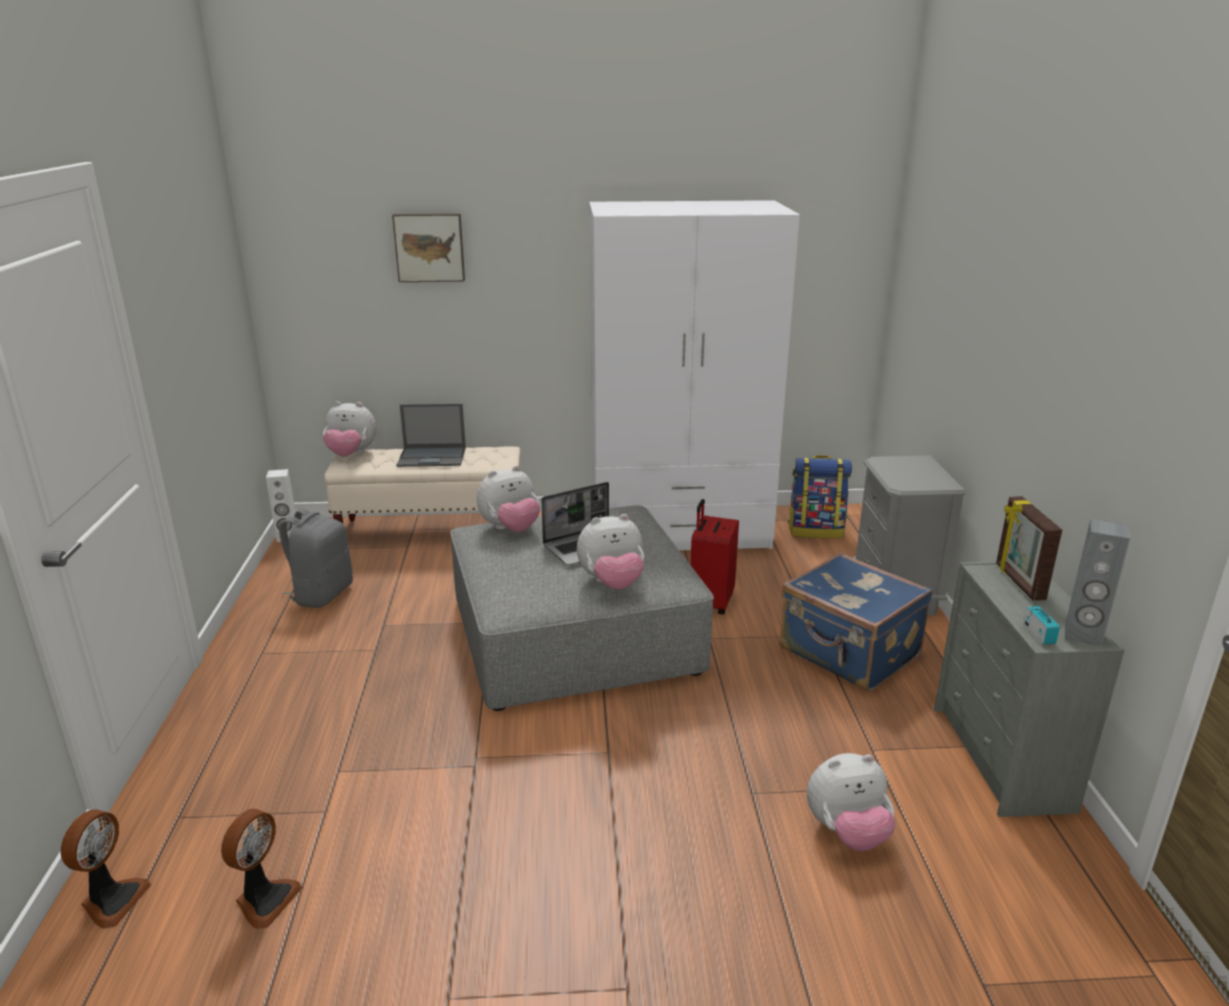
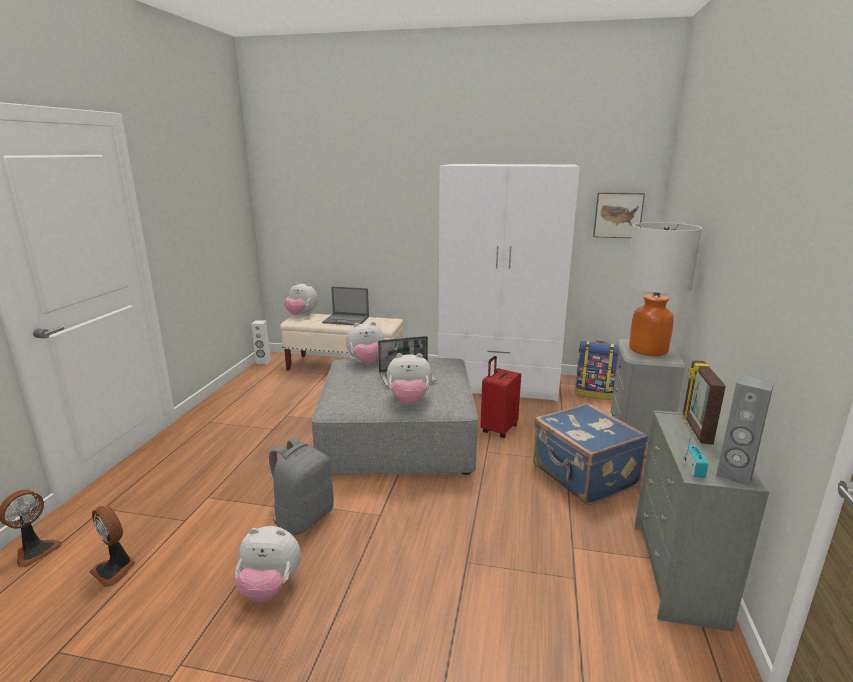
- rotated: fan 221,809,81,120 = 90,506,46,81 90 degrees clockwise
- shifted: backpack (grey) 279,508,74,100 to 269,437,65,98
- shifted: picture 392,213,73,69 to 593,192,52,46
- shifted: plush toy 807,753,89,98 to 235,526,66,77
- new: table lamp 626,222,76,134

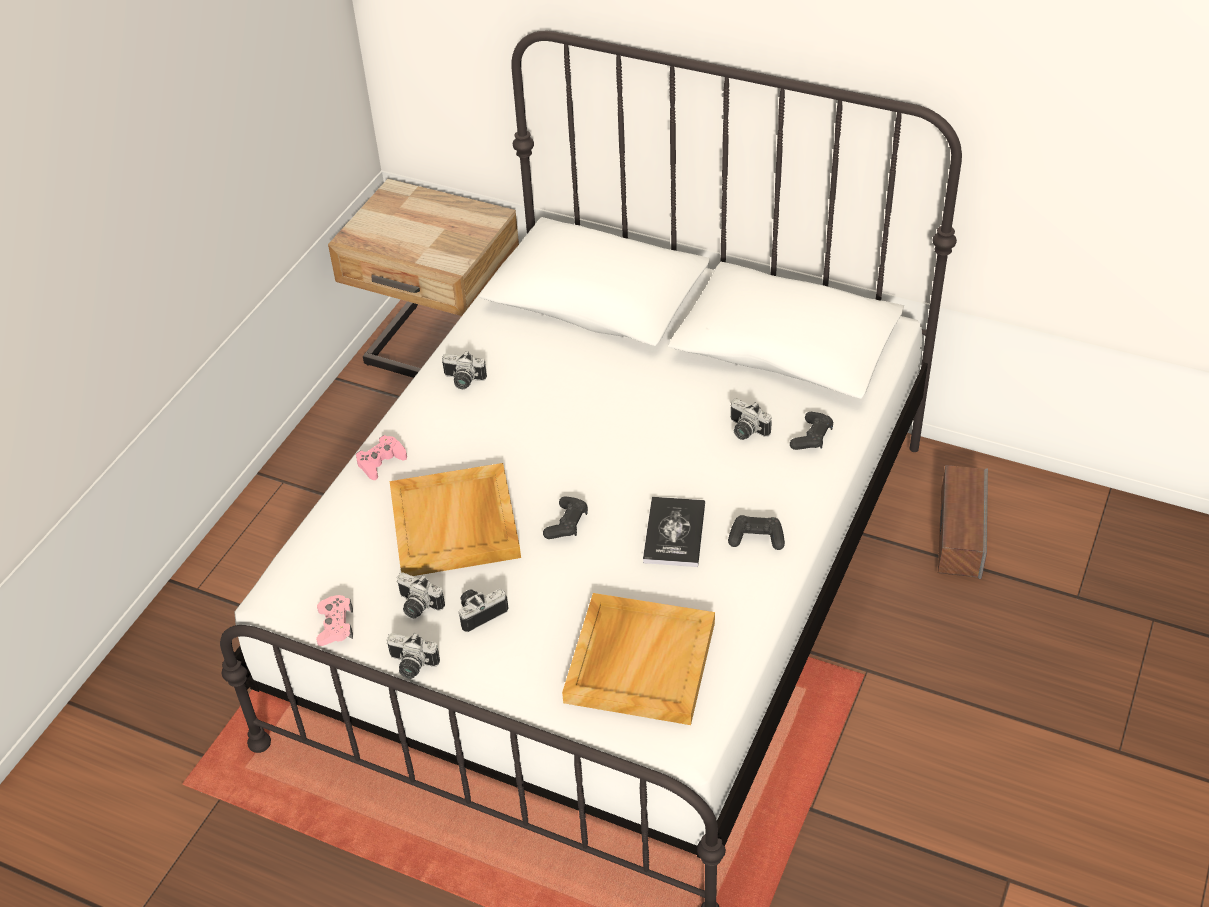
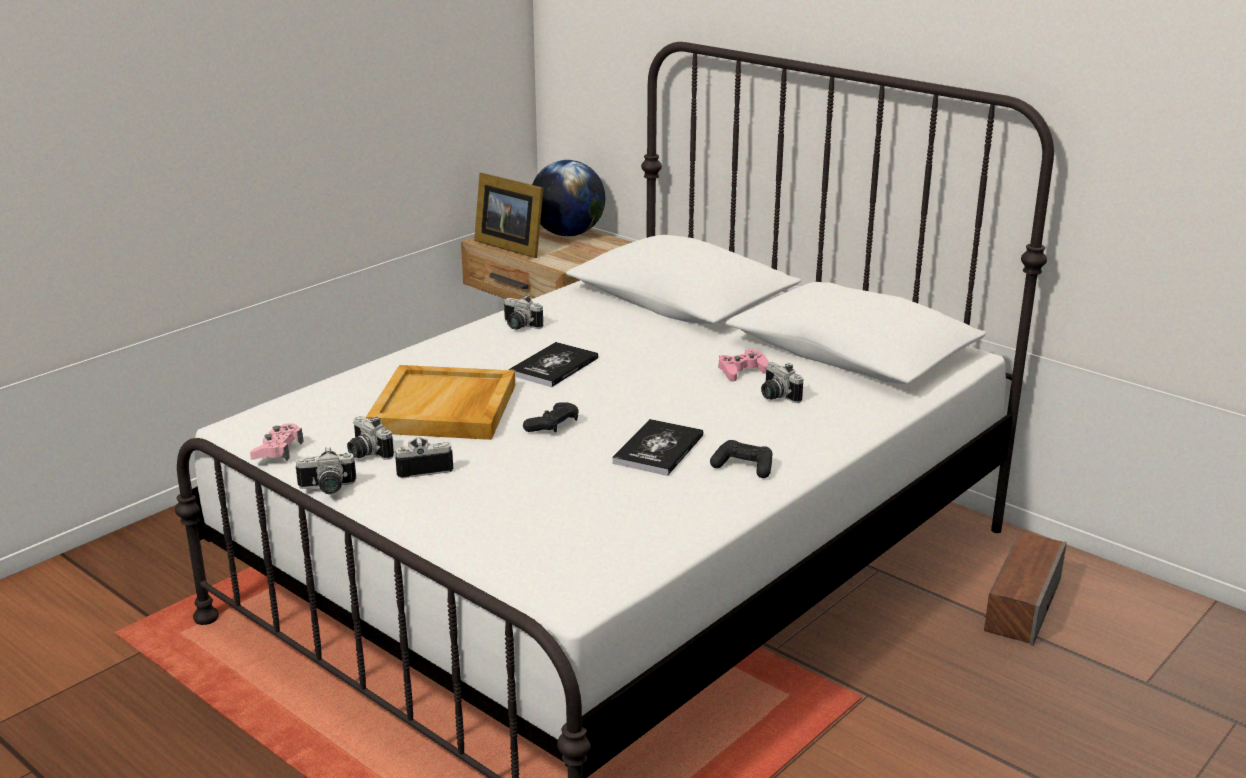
- shifted: game controller (pink) 356,435,51,45 to 719,349,50,32
- rotated: photo camera 387,633,53,46 = 296,447,60,47 45 degrees counterclockwise
- gone: tray (beige) 562,593,153,132
- gone: game controller (black) 790,412,43,38
- new: picture frame 474,173,69,85
- new: book 508,342,90,45
- new: globe 532,160,73,76

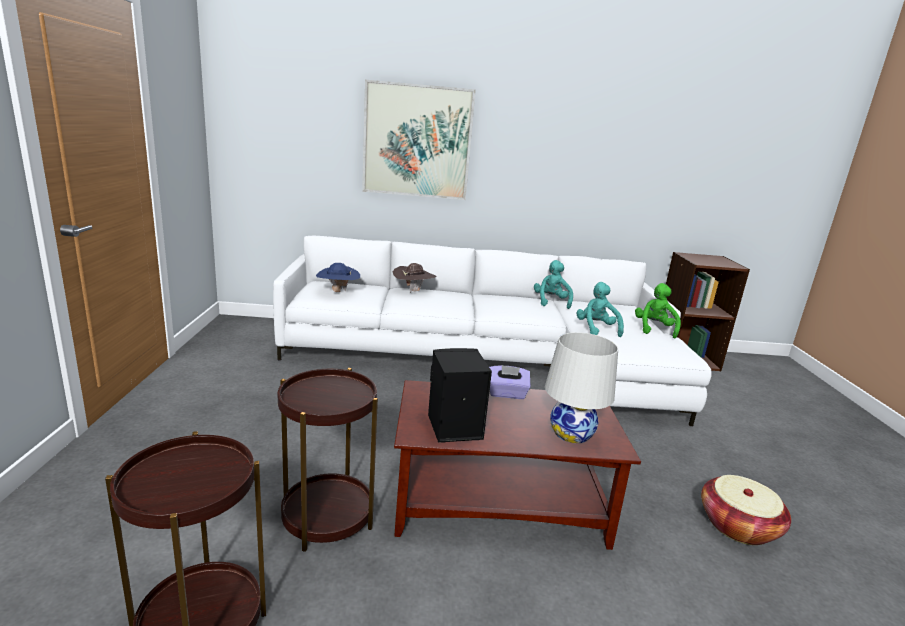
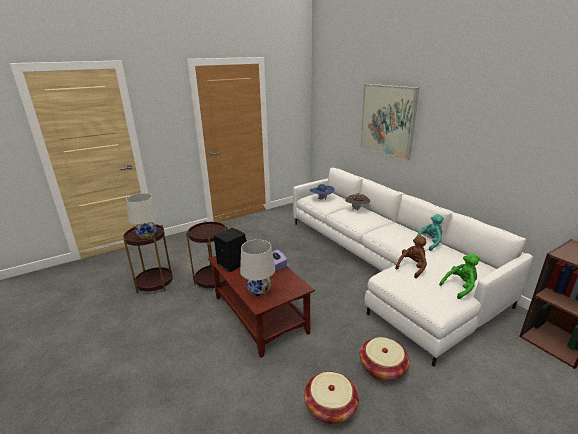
- repainted: plush toy (turquoise) 576,282,48,55 to plush toy (brown) 395,235,32,43
- new: table lamp (white) 126,193,33,46
- new: basket 360,337,50,45

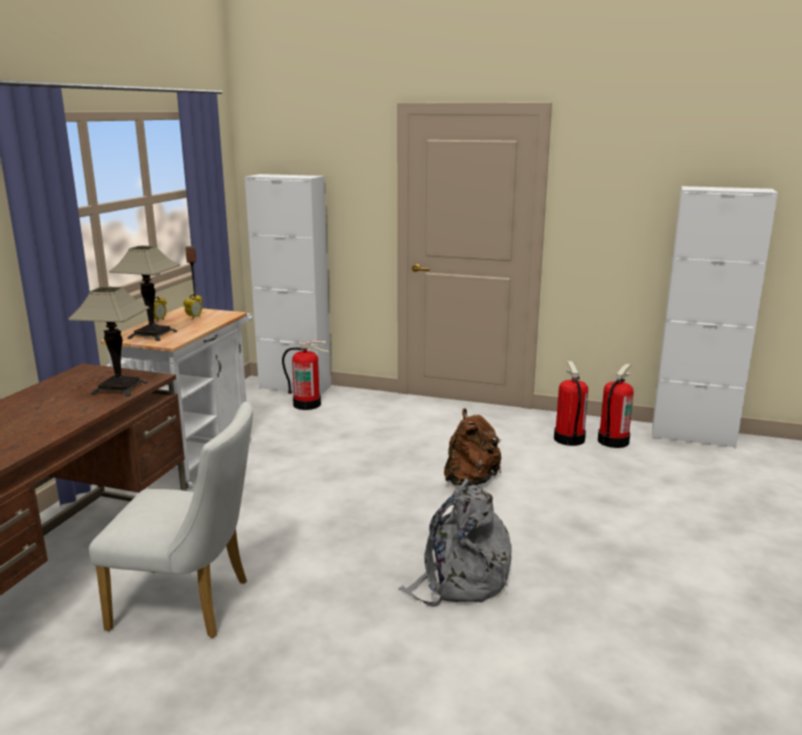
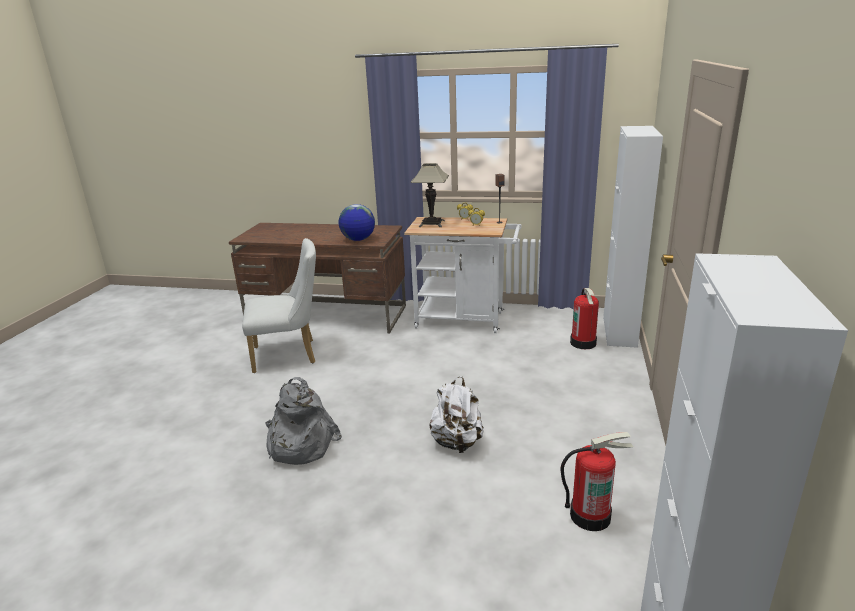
- swapped: table lamp 68,286,82,111 to globe 339,204,36,37
- rotated: chair (white) 89,402,164,236 = 242,238,74,135 105 degrees counterclockwise
- repainted: backpack (brown) 444,408,57,78 to backpack (white) 429,376,55,77
- gone: fire extinguisher 598,364,36,84

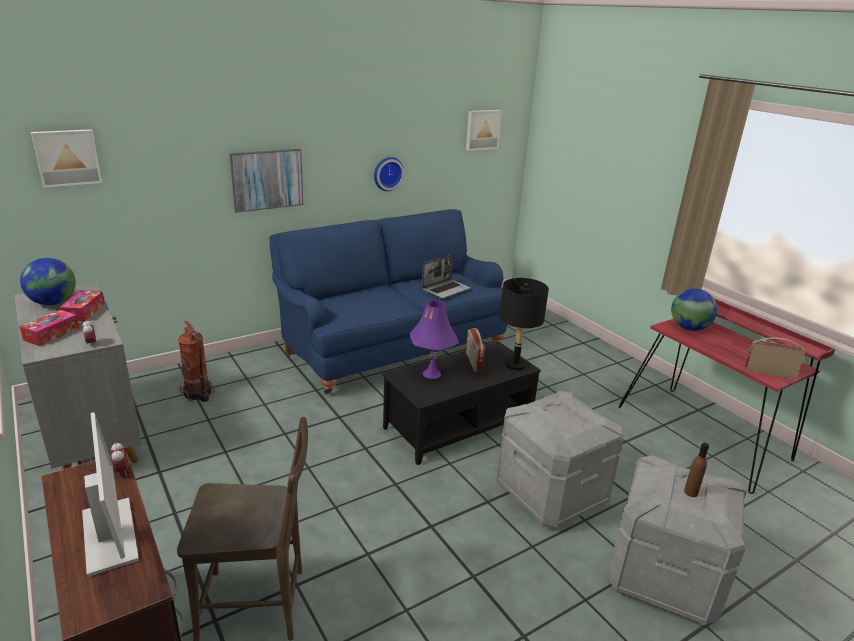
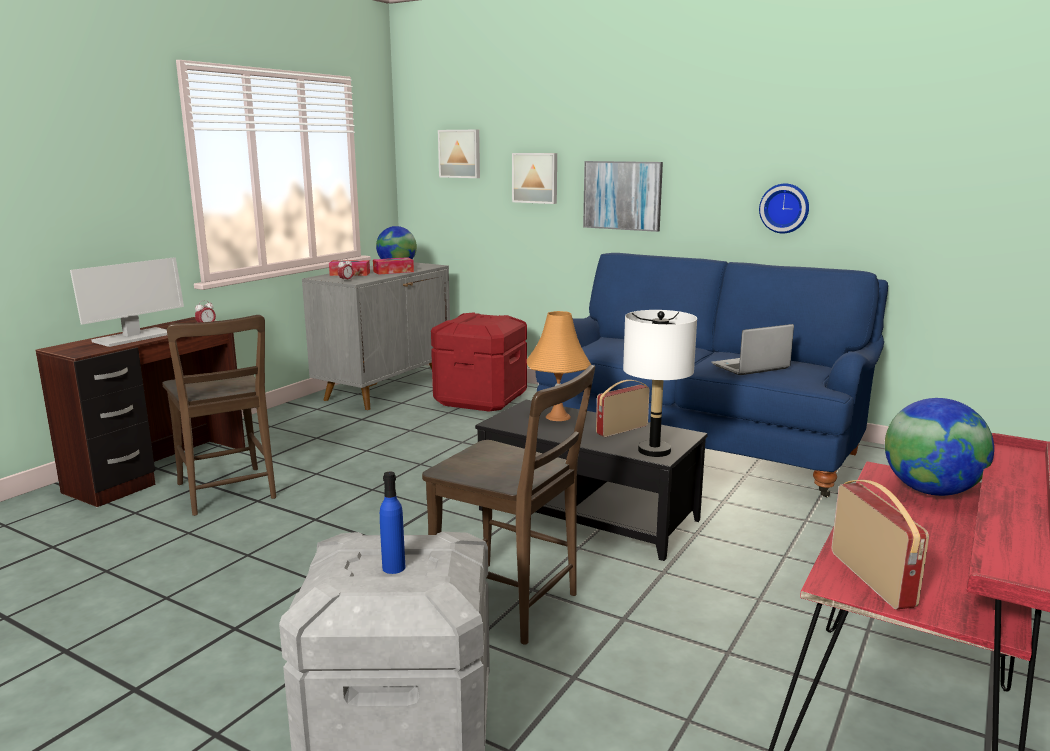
- swapped: fire extinguisher 178,321,36,81 to storage box (red) 431,312,96,99
- repainted: table lamp (purple) 410,300,49,79 to table lamp (orange) 527,311,64,110
- rotated: laptop 422,254,49,44 = 712,324,82,51 135 degrees clockwise
- shifted: picture 466,110,36,41 to 512,153,45,51
- swapped: storage box (grey) 497,391,127,137 to chair (brown) 422,365,173,280
- repainted: table lamp (black) 500,278,49,93 to table lamp (white) 623,310,74,147
- repainted: bottle (brown) 684,442,25,55 to bottle (blue) 380,472,25,102

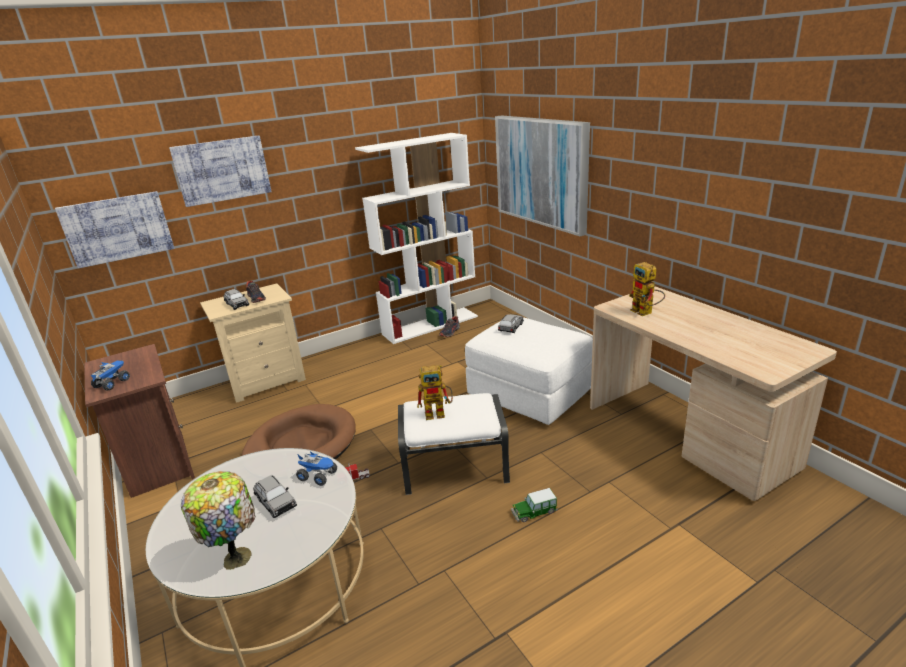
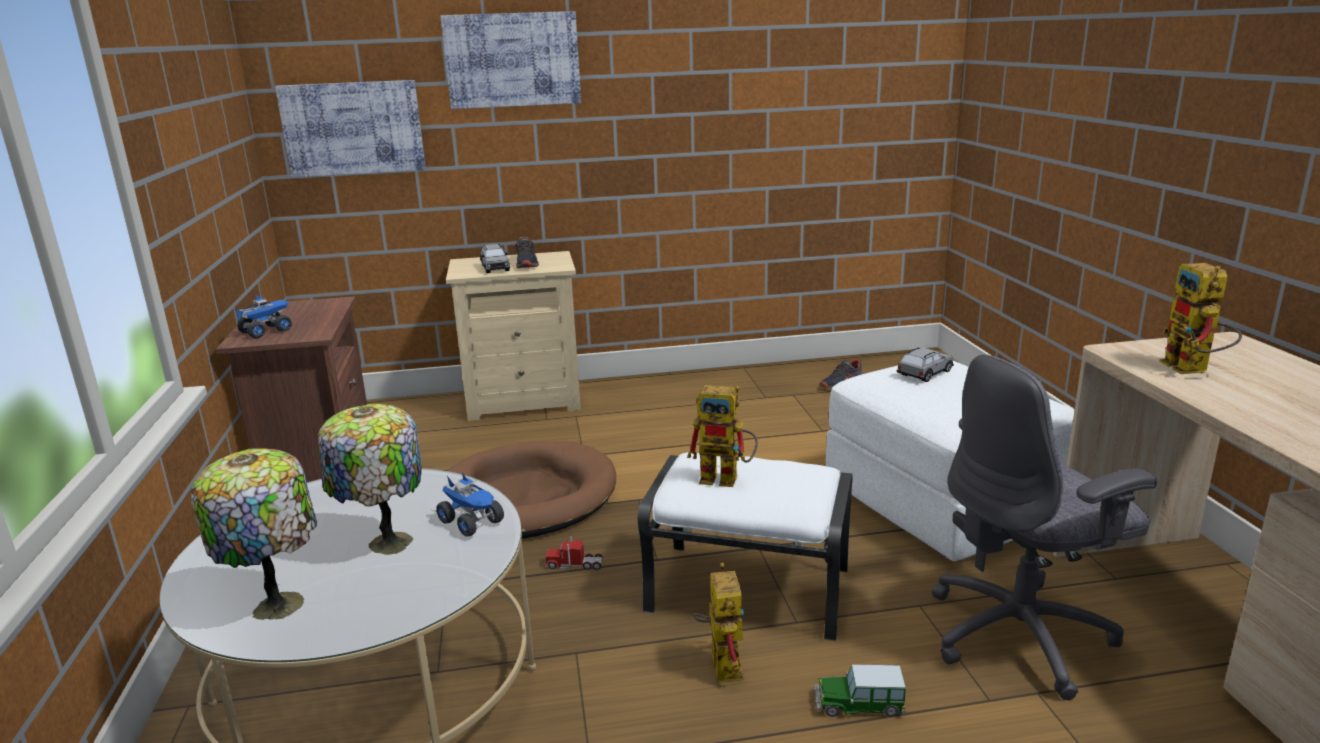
- swapped: toy car (grey) 253,475,44,43 to table lamp 318,404,104,151
- gone: bookcase (white) 355,133,123,211
- gone: picture 495,115,95,121
- new: toy robot 693,563,51,120
- new: office chair (grey) 931,354,226,346

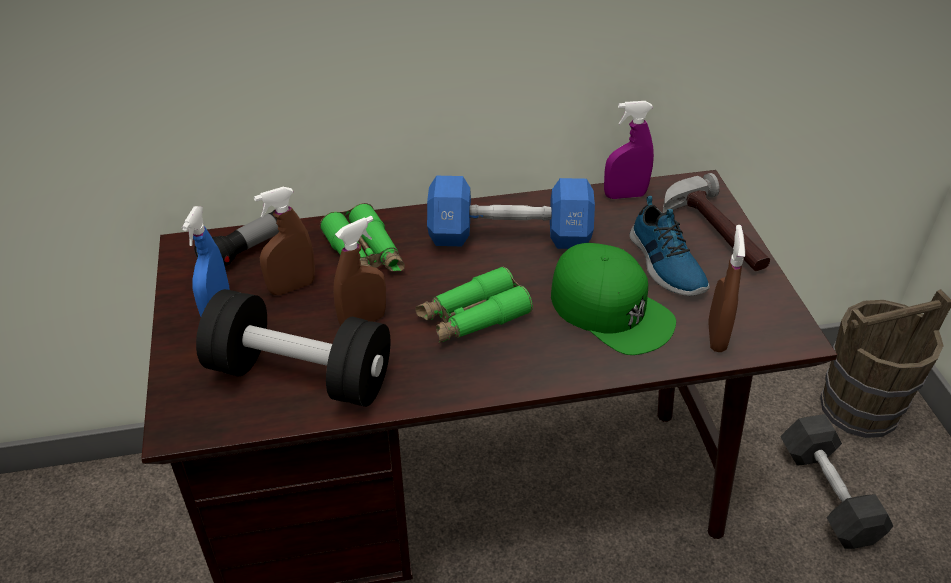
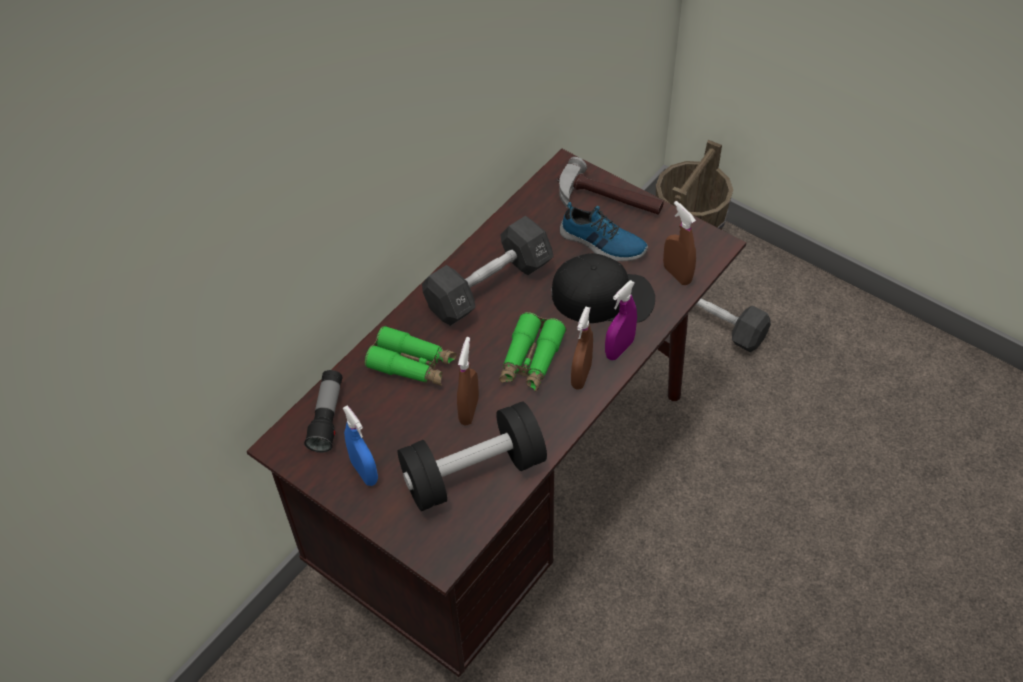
- shifted: spray bottle (brown) 254,187,61,108 to 571,306,22,84
- repainted: dumbbell (blue) 427,176,168,73 to dumbbell (black) 422,216,132,110
- repainted: cap (green) 551,243,125,112 to cap (black) 551,253,104,70
- shifted: spray bottle (purple) 604,101,50,98 to 605,280,32,80

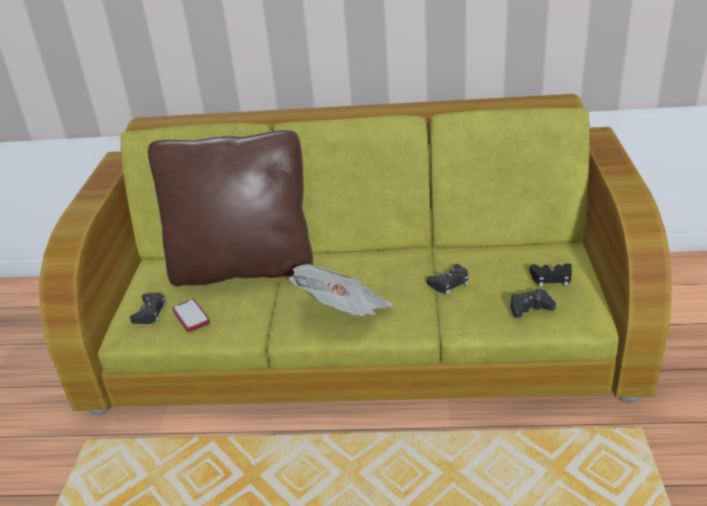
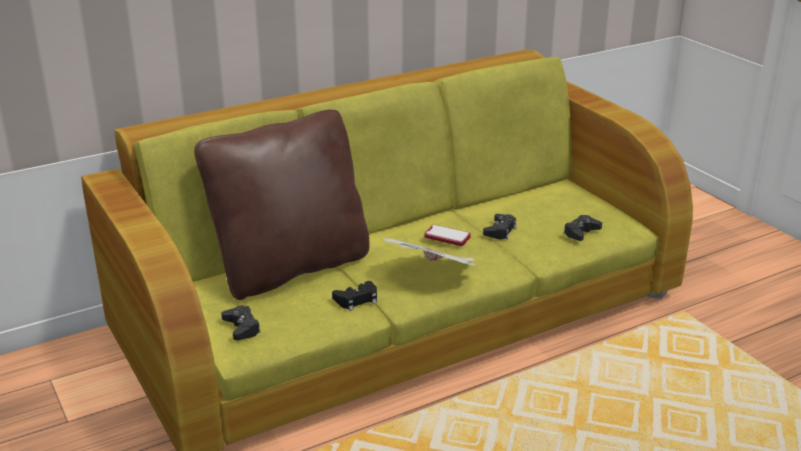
- shifted: phone 172,299,38,33 to 424,225,47,21
- shifted: game controller (black) 530,263,42,23 to 332,281,45,30

